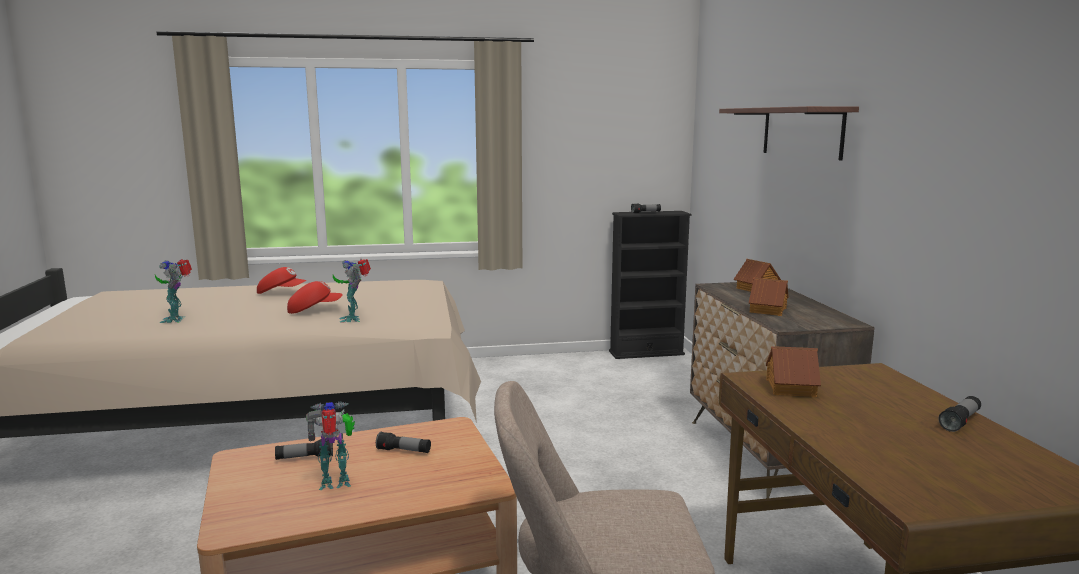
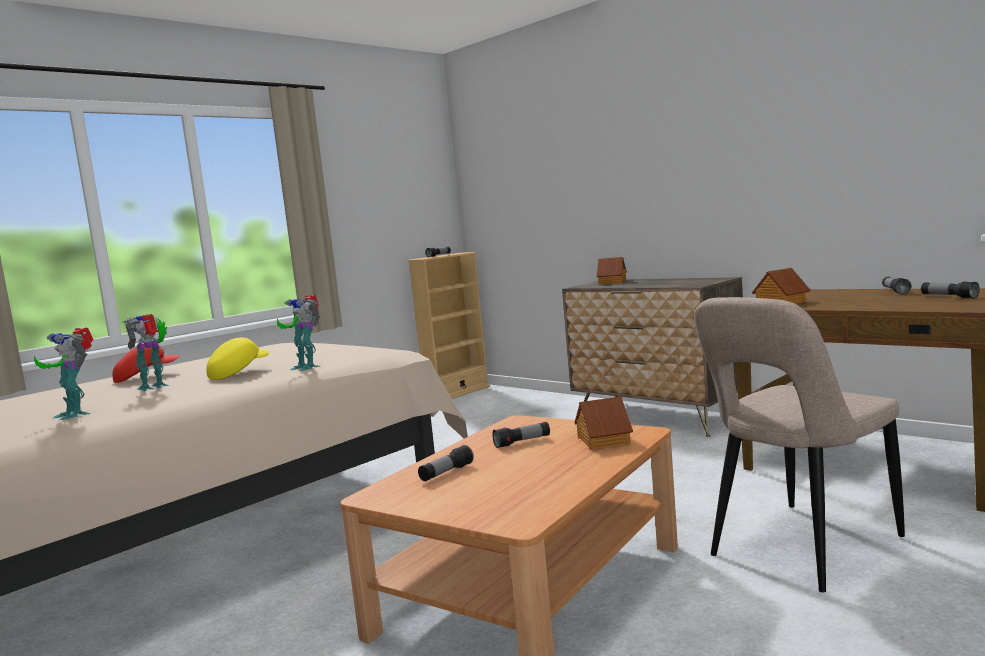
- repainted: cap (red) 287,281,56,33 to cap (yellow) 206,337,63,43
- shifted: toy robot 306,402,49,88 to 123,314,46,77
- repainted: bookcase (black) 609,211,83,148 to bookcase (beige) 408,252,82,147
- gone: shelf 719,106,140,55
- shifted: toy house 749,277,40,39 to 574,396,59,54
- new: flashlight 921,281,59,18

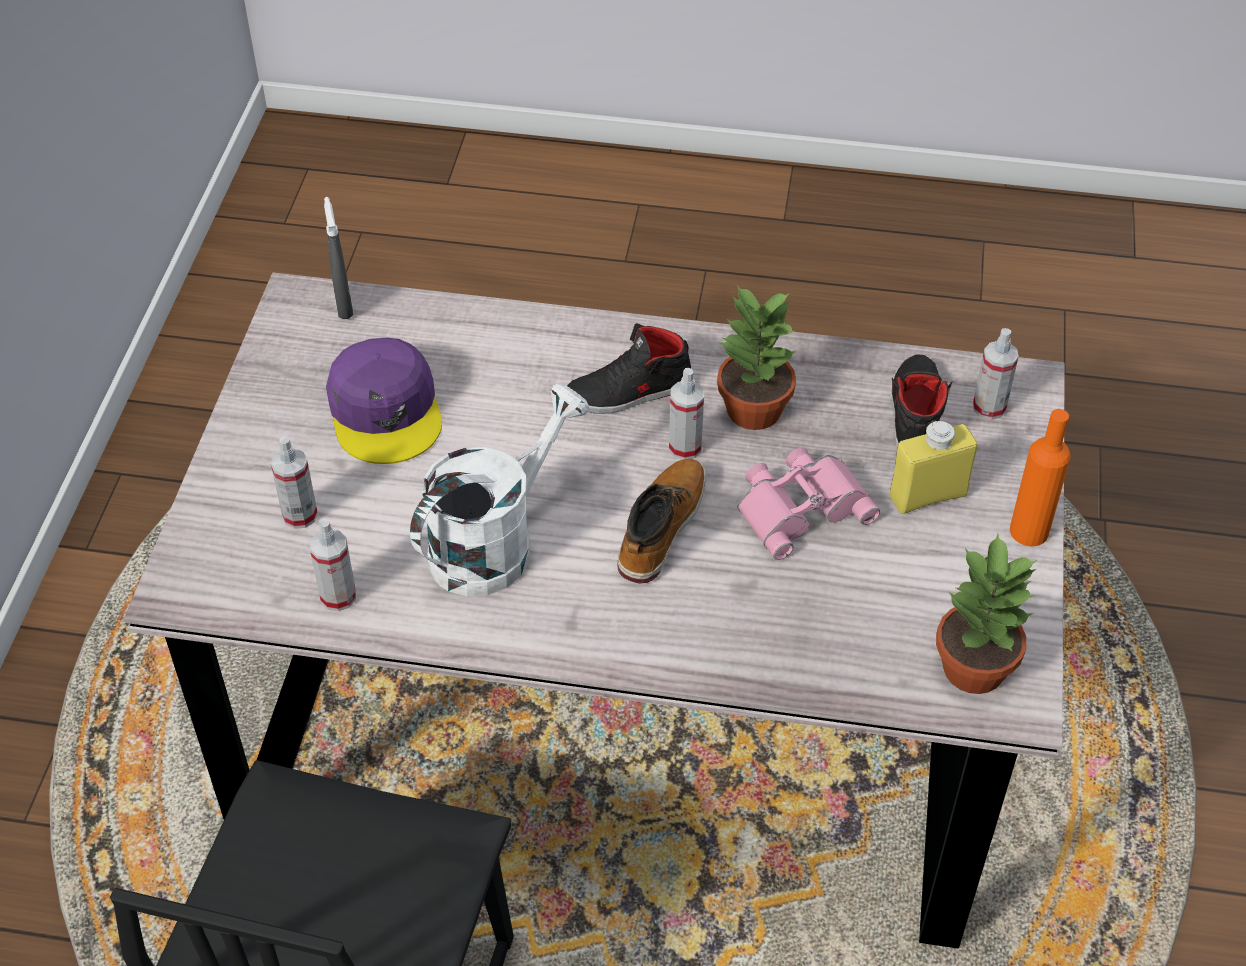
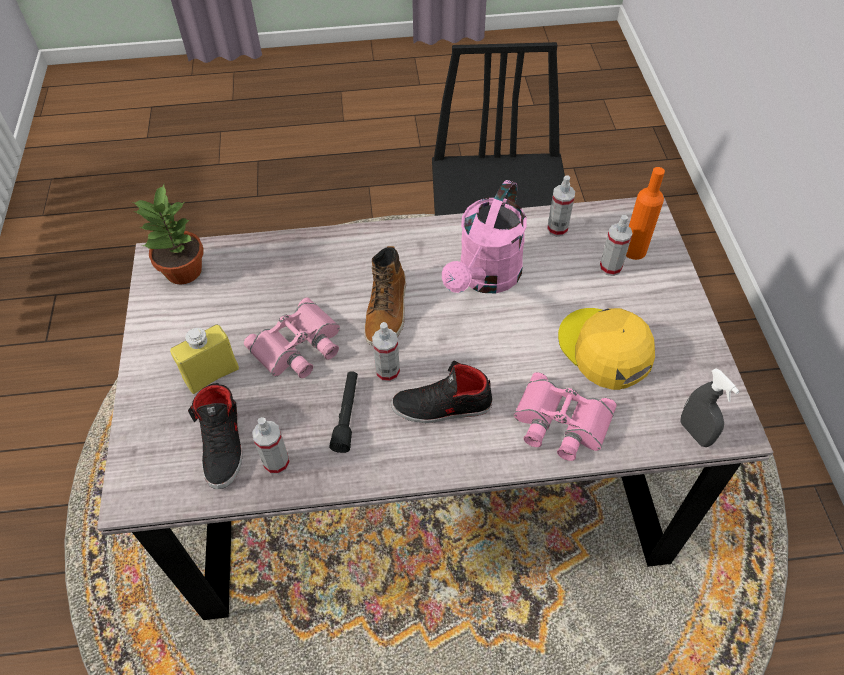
- repainted: cap (purple) 326,338,116,126 to cap (yellow) 558,308,97,82
- repainted: watering can (white) 410,384,179,212 to watering can (pink) 442,180,85,113
- rotated: shoe (black) 566,323,125,91 = 391,360,102,63 150 degrees counterclockwise
- swapped: potted plant 717,285,80,145 to flashlight (black) 329,371,29,82
- shifted: spray bottle 973,328,46,92 to 252,417,38,57
- shifted: bottle (orange) 1010,409,61,137 to 626,167,39,93
- new: binoculars (pink) 514,372,103,89

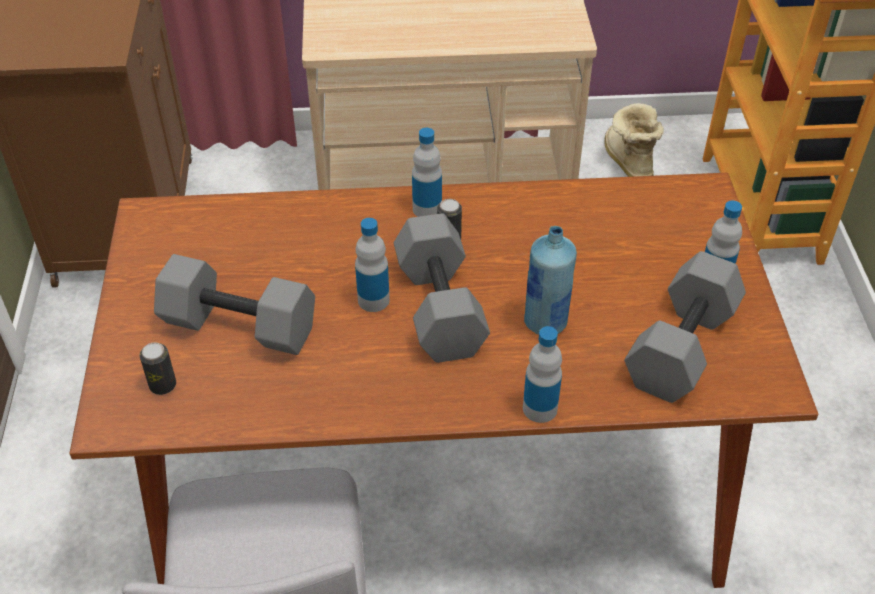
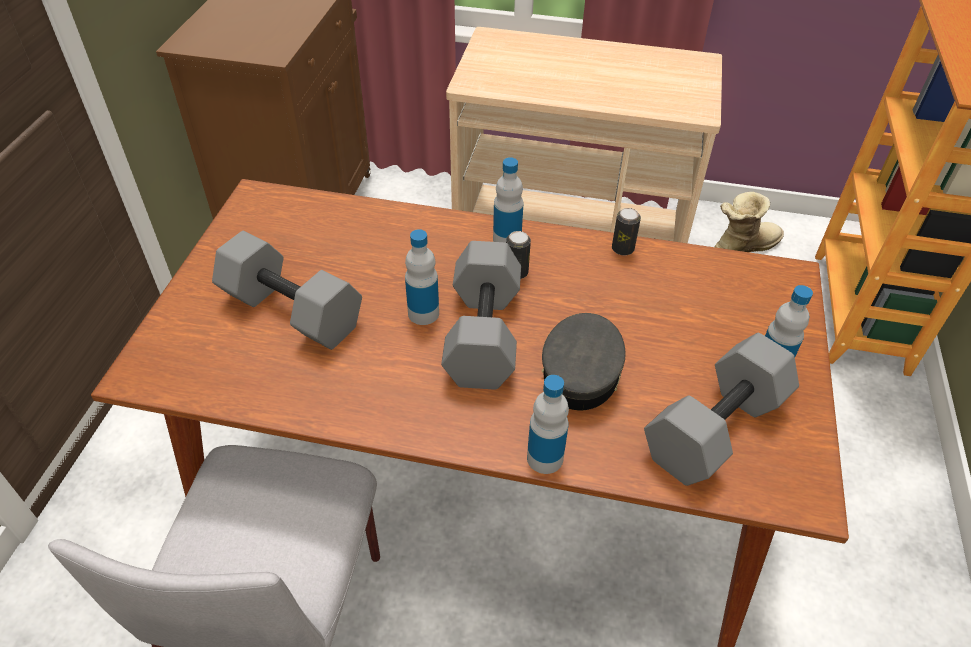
- shifted: can 140,342,36,53 to 612,208,29,48
- swapped: bottle (blue) 524,226,53,109 to cap (grey) 542,313,84,97
- rotated: boot 605,103,59,74 = 715,192,69,60 60 degrees clockwise

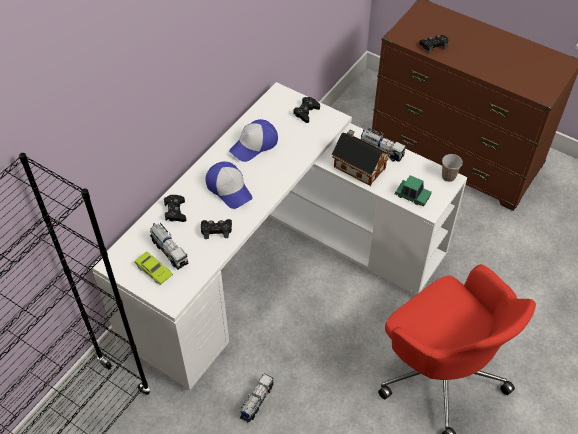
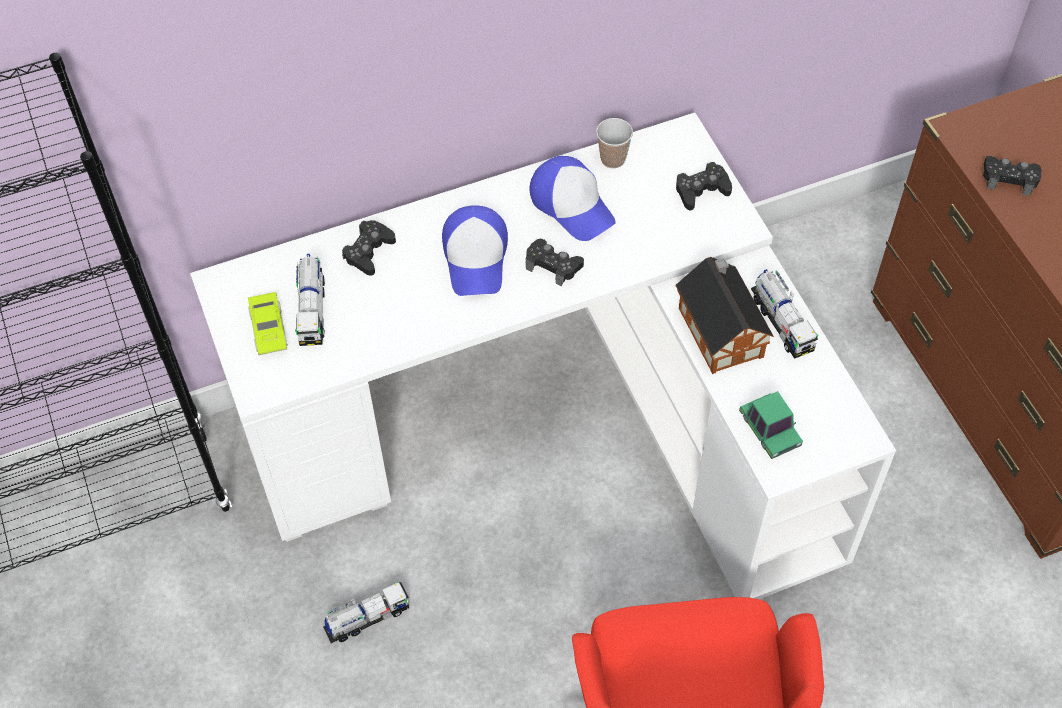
- shifted: game controller (black) 201,219,31,20 to 526,239,58,47
- rotated: cap 229,119,49,43 = 529,156,87,85 120 degrees counterclockwise
- shifted: cup 442,154,21,28 to 596,118,37,50

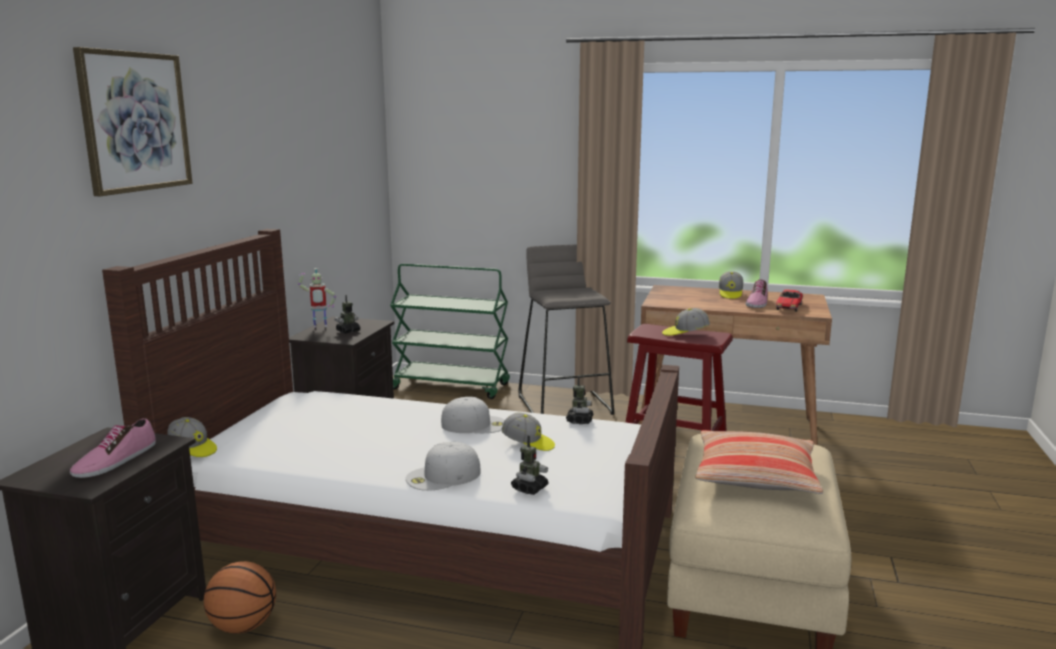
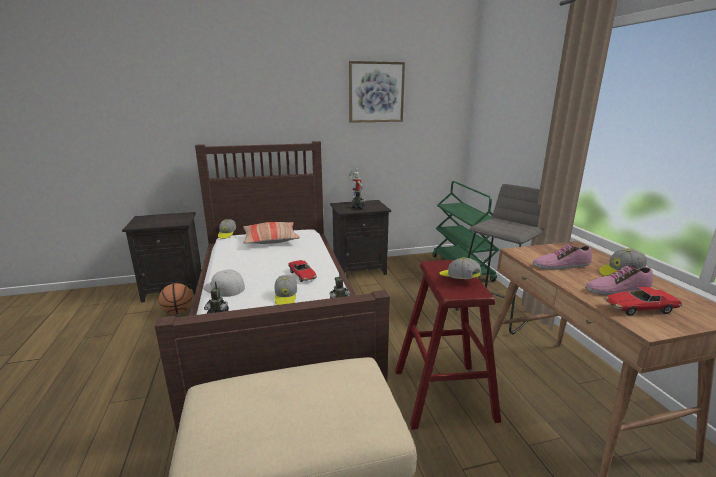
- shifted: shoe 70,418,86,60 to 533,244,59,26
- shifted: picture 73,47,120,149 to 349,61,56,62
- swapped: cap (white) 441,397,64,36 to toy car 288,260,29,22
- shifted: pillow 695,430,128,64 to 243,222,57,22

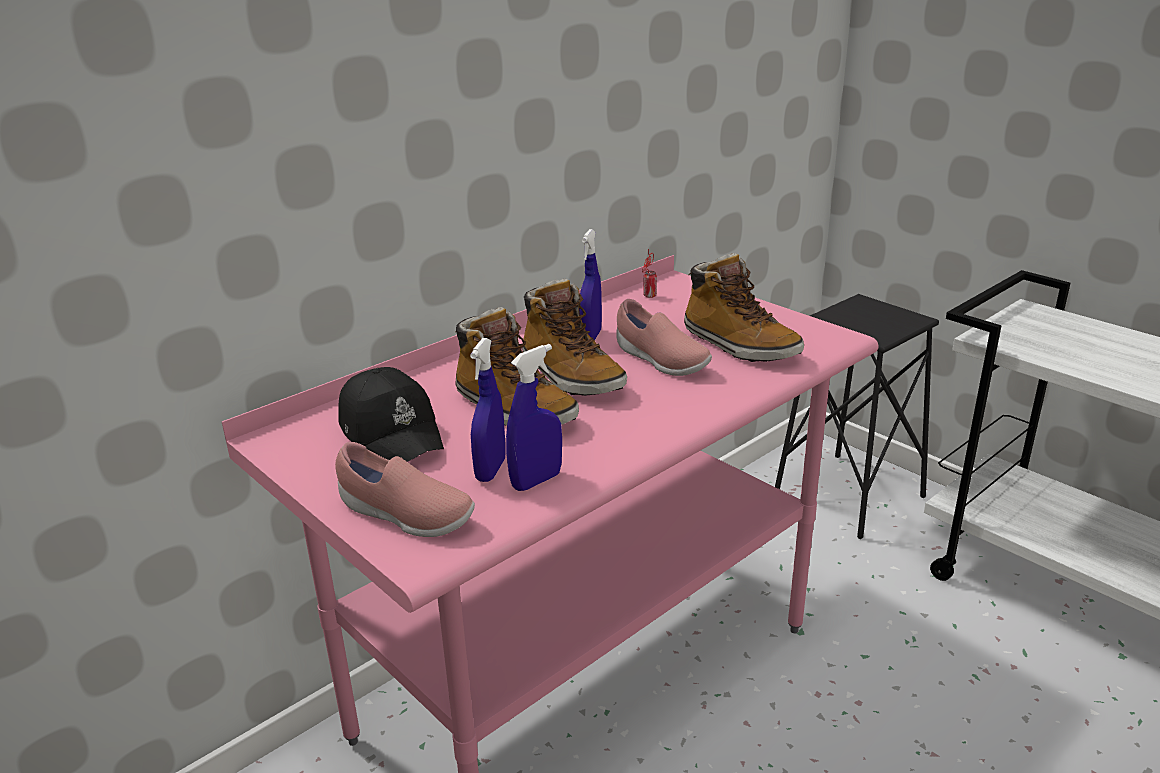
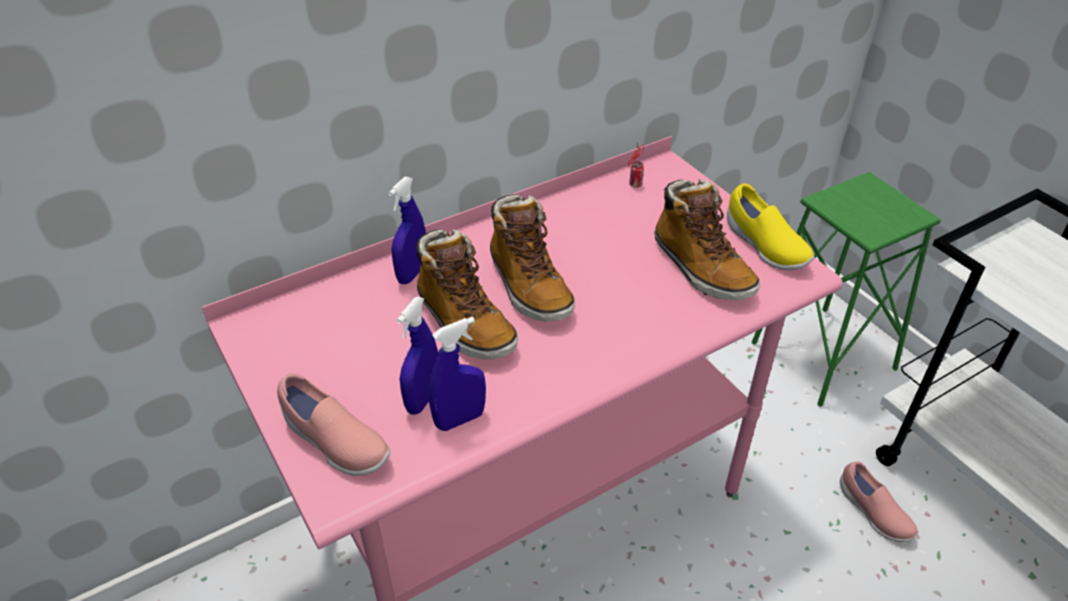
- gone: cap (black) 338,367,106,95
- shifted: spray bottle (blue) 579,229,23,111 to 389,177,37,107
- shifted: shoe (pink) 616,299,96,77 to 840,461,78,81
- repainted: stool (black) 775,294,164,246 to stool (green) 752,172,189,235
- new: shoe (yellow) 727,183,87,87

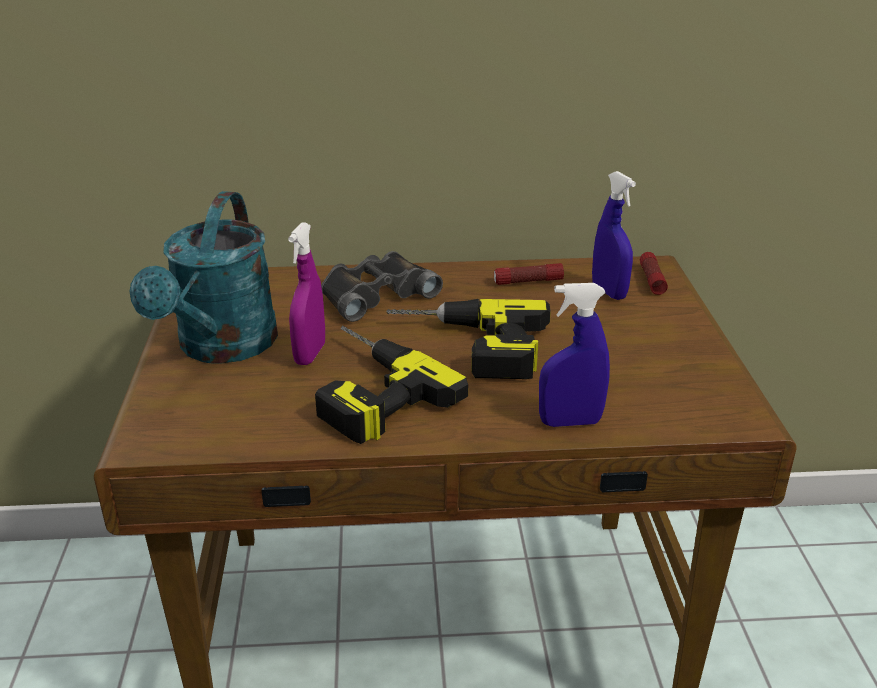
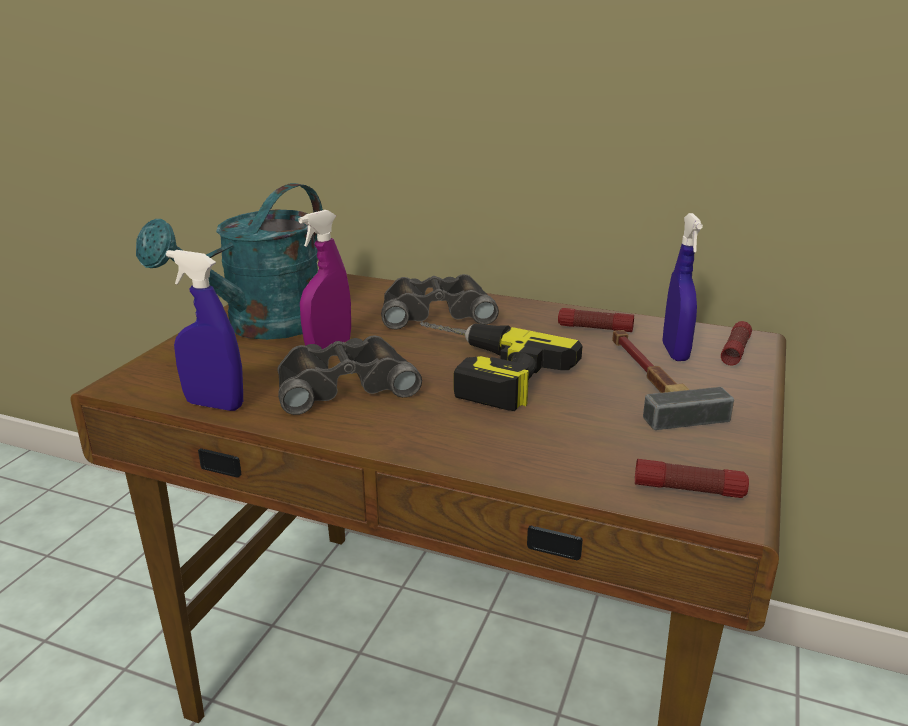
- swapped: power drill 315,325,153,119 to binoculars (black) 277,336,145,79
- shifted: spray bottle (blue) 539,283,71,144 to 166,250,77,161
- new: hammer 612,330,122,100
- new: flashlight 635,459,114,39

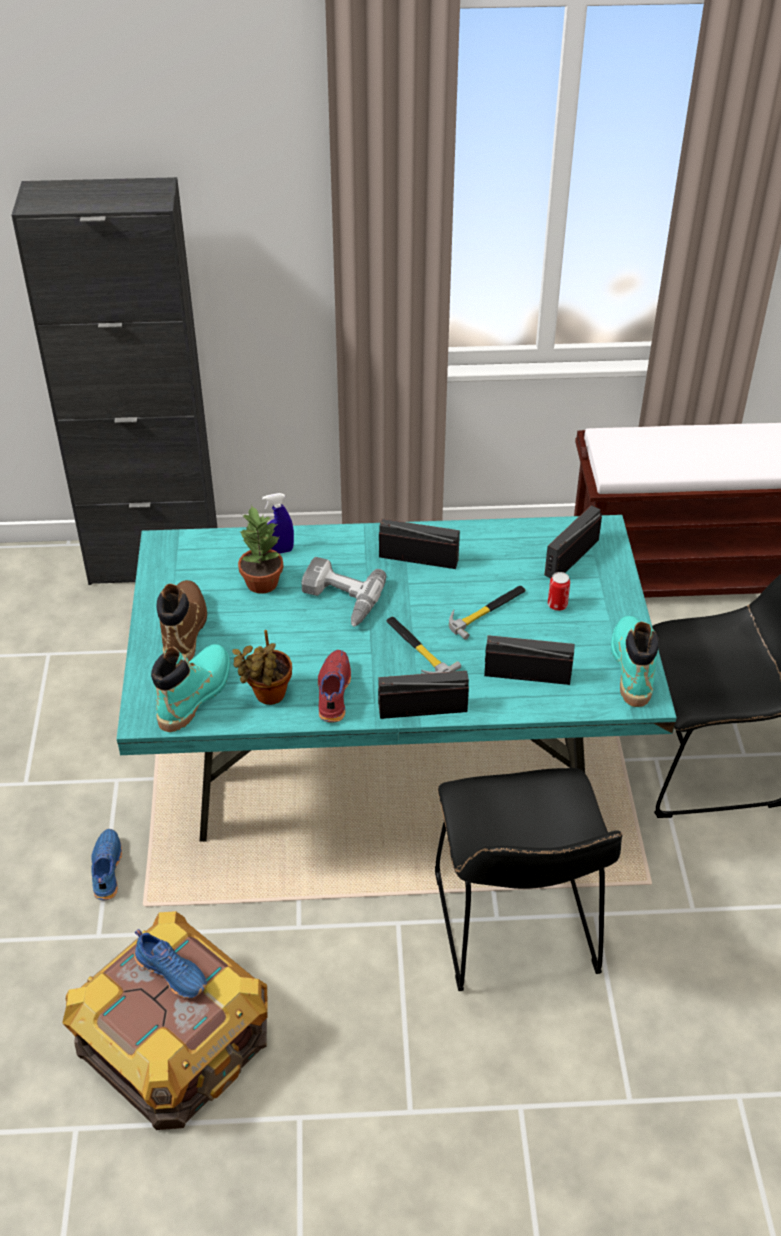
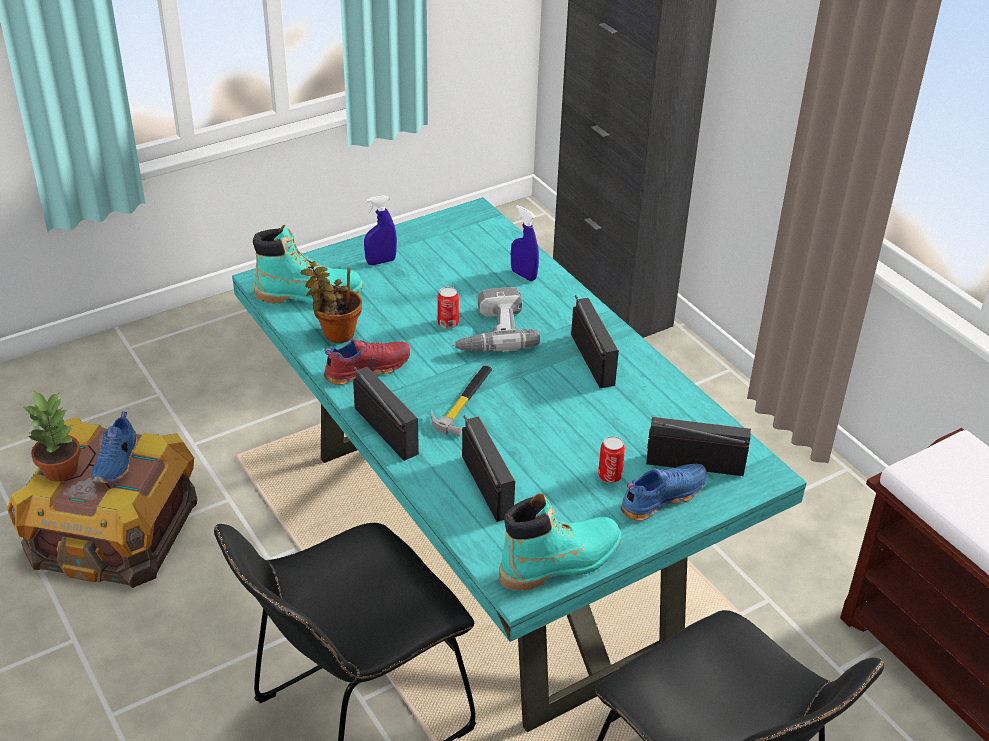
- shifted: shoe (blue) 91,829,31,71 to 621,464,86,57
- swapped: boot (brown) 157,580,50,81 to spray bottle (blue) 364,195,33,70
- shifted: potted plant 238,504,46,90 to 22,391,59,91
- gone: hammer 449,586,77,54
- new: can 437,287,22,42

